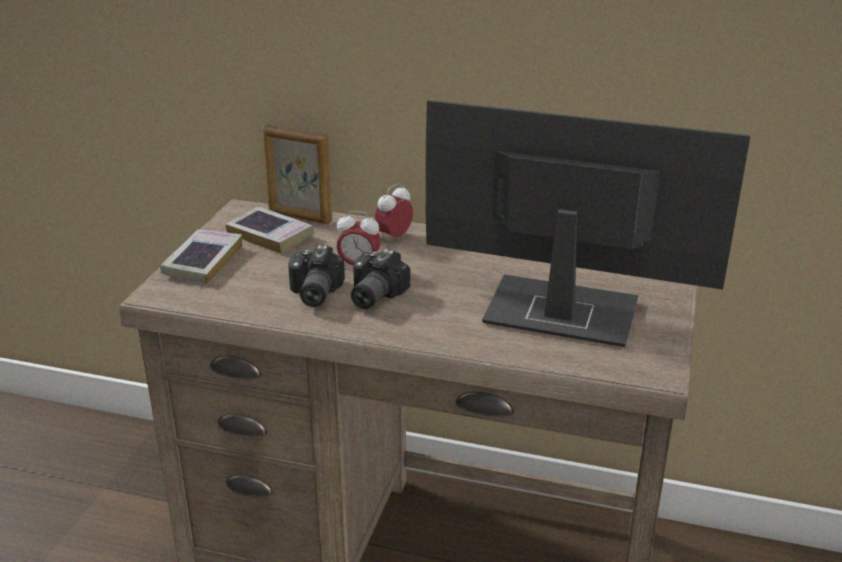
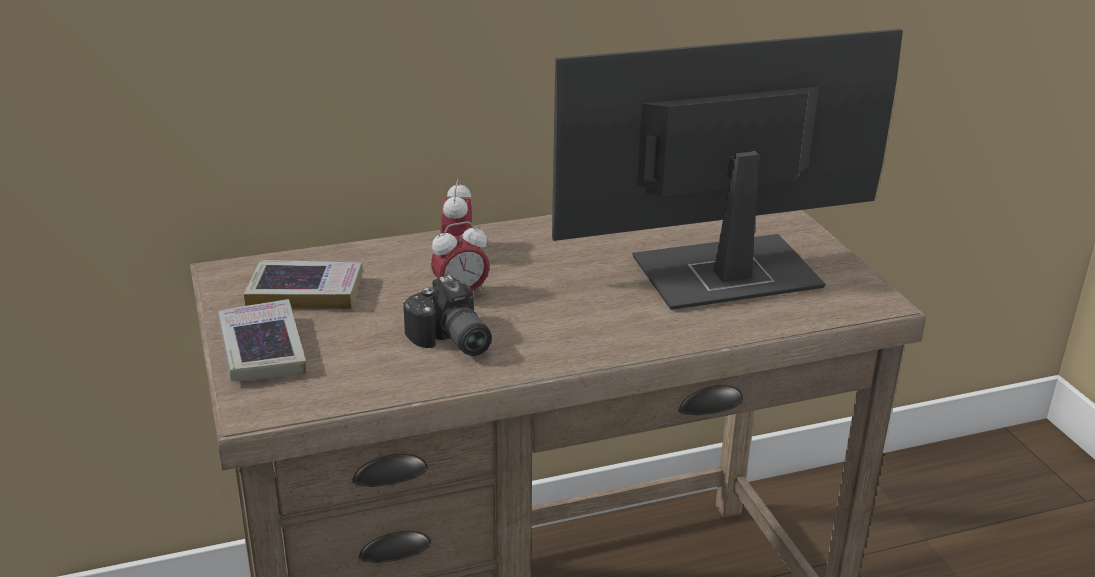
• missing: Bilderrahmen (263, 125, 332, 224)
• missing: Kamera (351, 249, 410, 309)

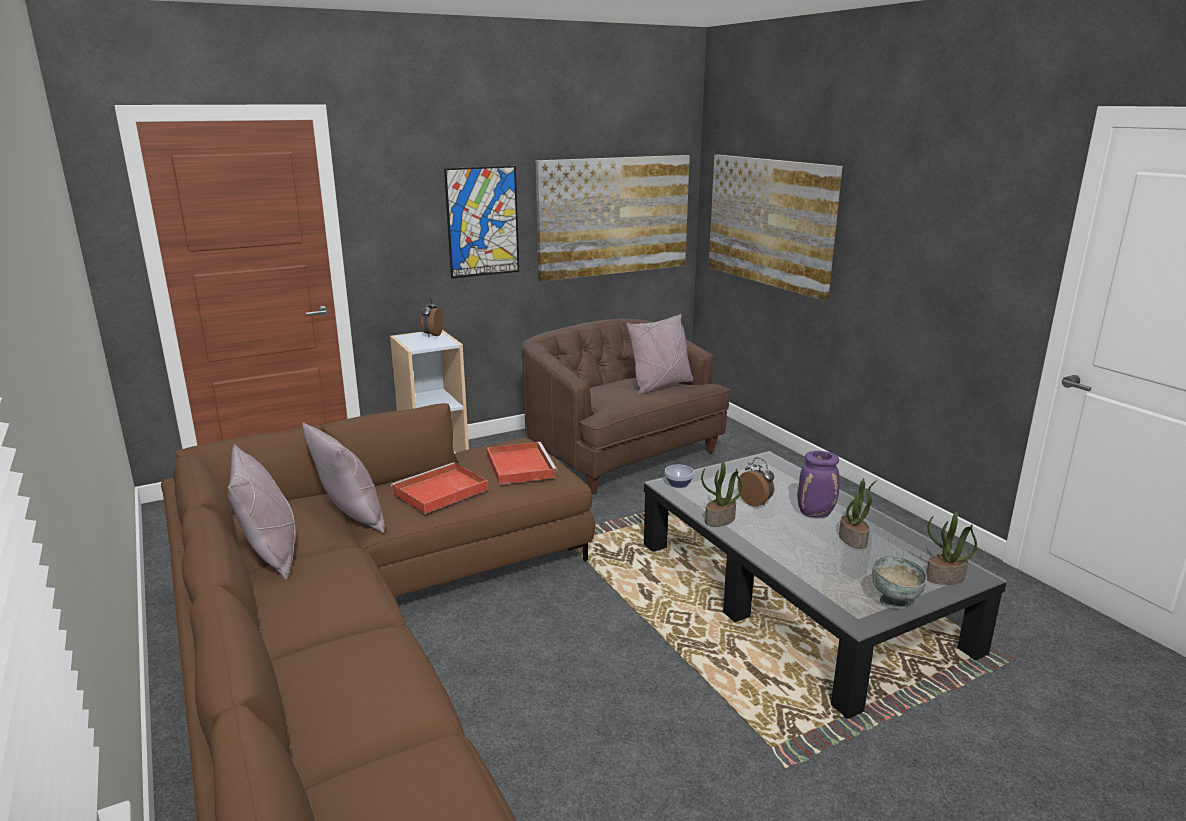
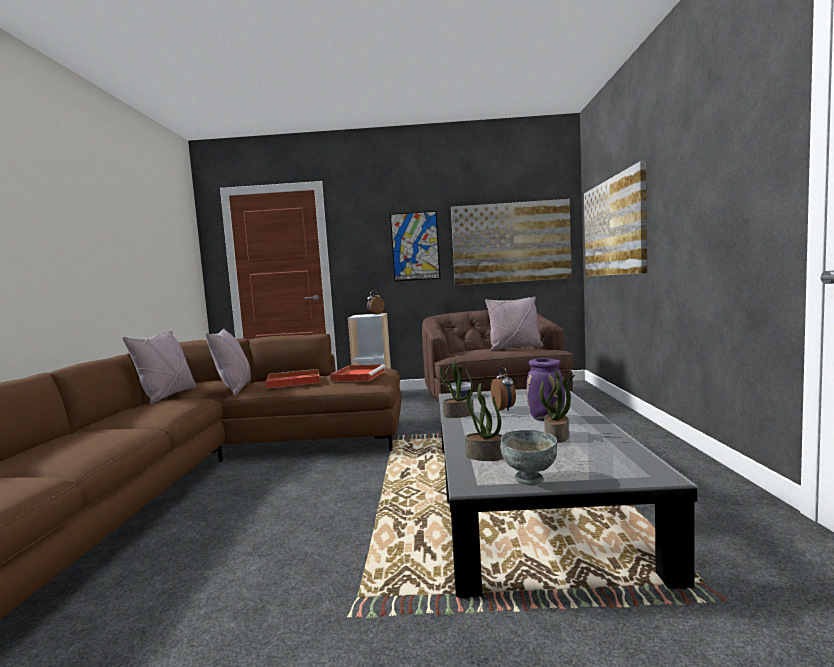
• relocated: Topfpflanze (926, 512, 977, 585) to (465, 383, 504, 461)

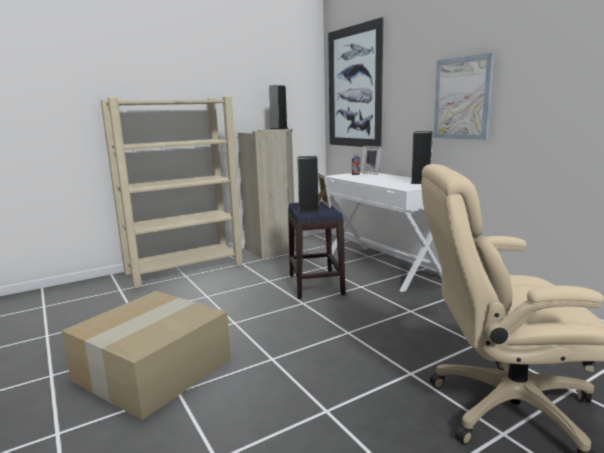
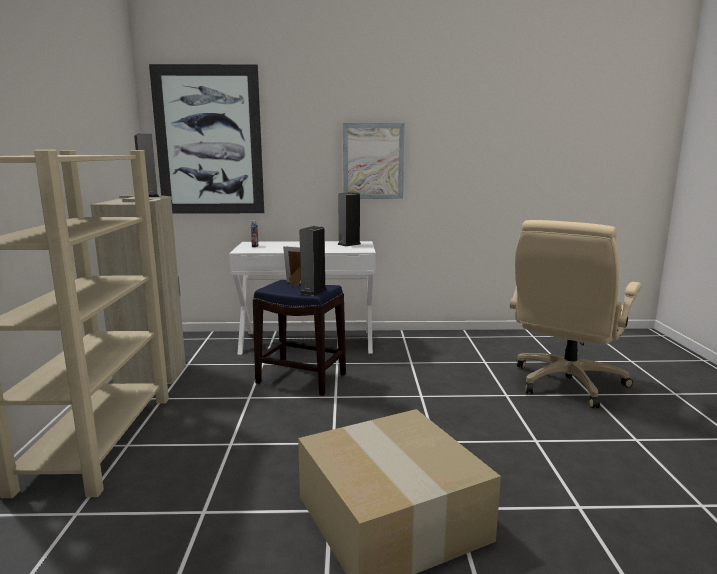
• missing: Bilderrahmen (361, 146, 381, 175)

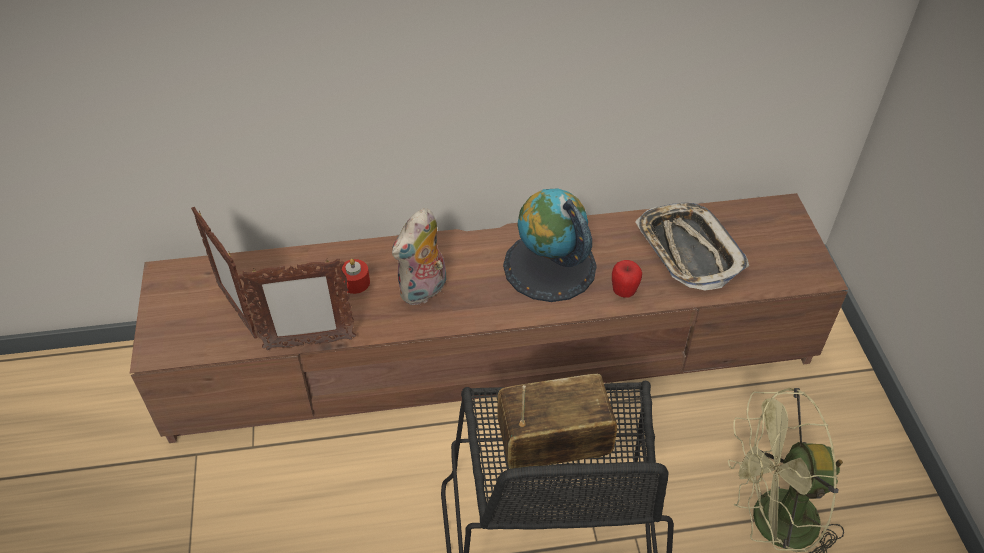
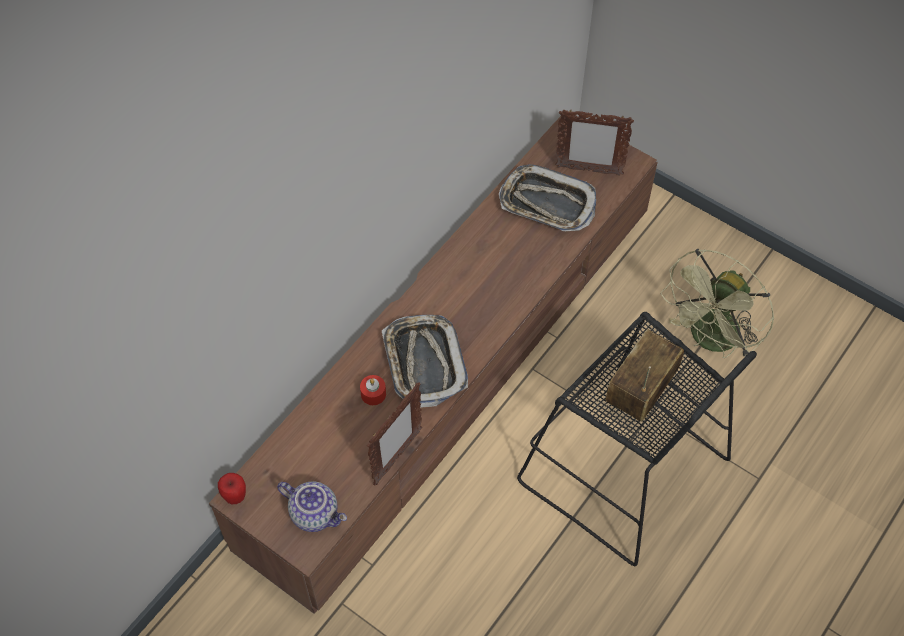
• relocated: Bilderrahmen (191, 207, 258, 339) to (555, 109, 634, 176)
• exchanged: Plüschtier (392, 208, 446, 305) to Tablett (382, 315, 468, 408)
• missing: Globus (503, 189, 597, 302)
• relocated: Apfel (612, 260, 642, 298) to (218, 473, 246, 504)
• appeared: Teekanne (277, 481, 347, 532)

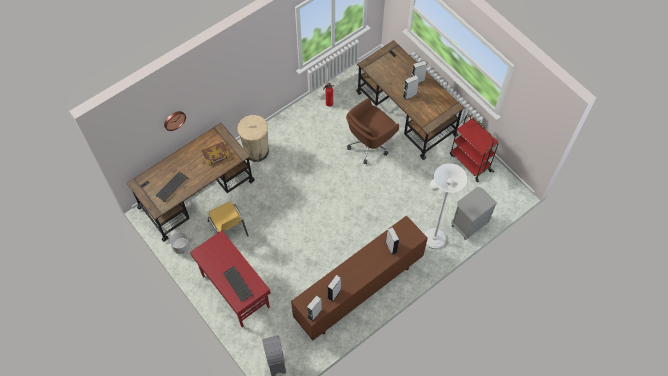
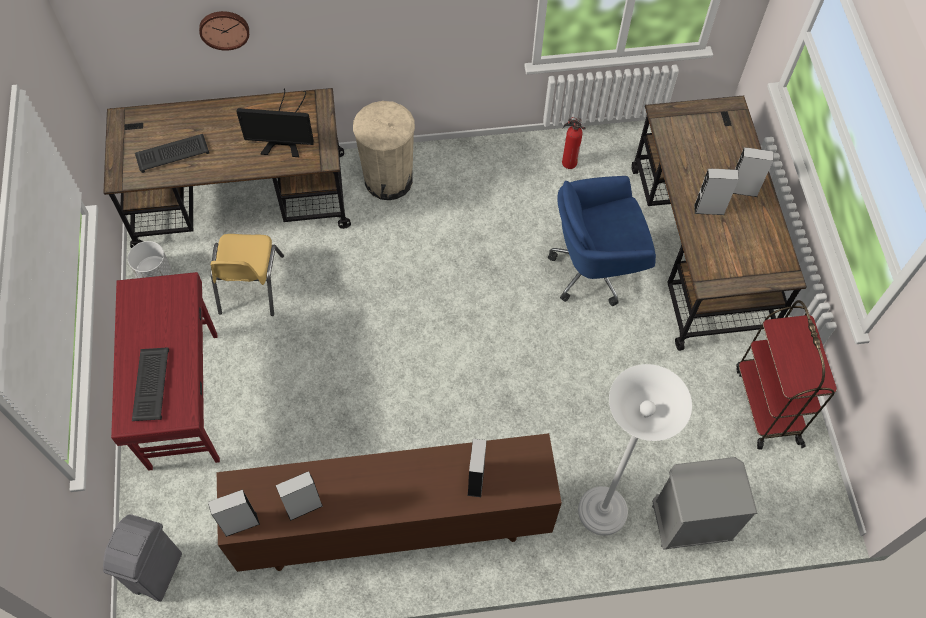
• exchanged: Buch (202, 142, 230, 166) to Monitor (236, 89, 314, 157)
• colour: Bürostuhl/braun (346, 98, 399, 164) to Bürostuhl/blau (548, 176, 656, 306)

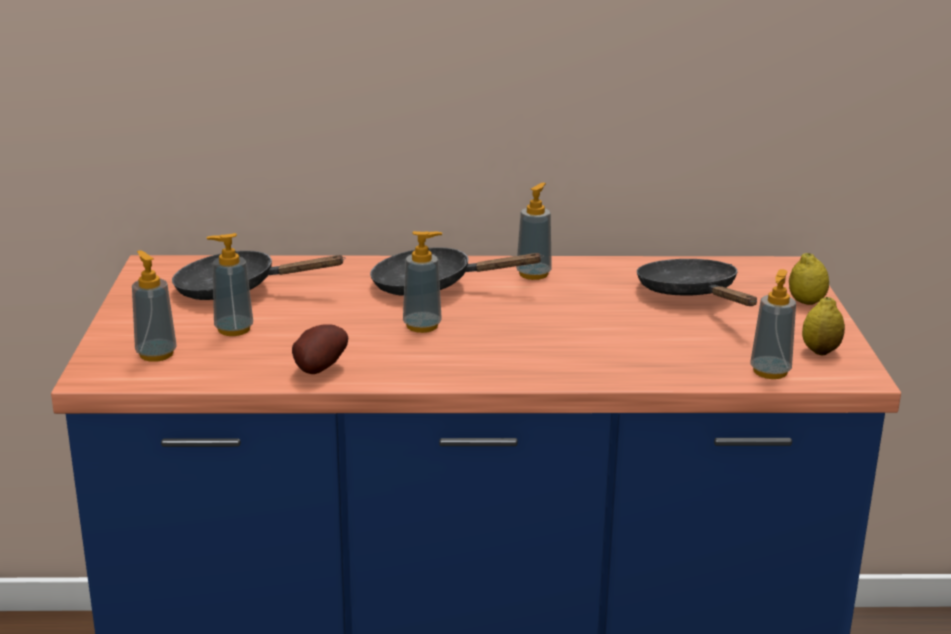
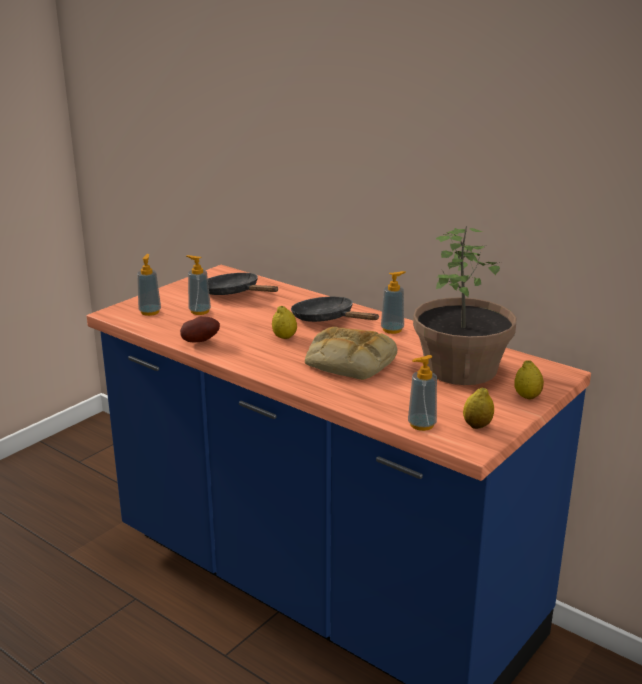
• exchanged: Seifenspender (403, 231, 442, 333) to Zitrone (272, 306, 297, 339)
• exchanged: Pfanne/schwarz (637, 259, 757, 306) to Topfpflanze (413, 226, 517, 385)
• appeared: Brot (305, 327, 397, 380)

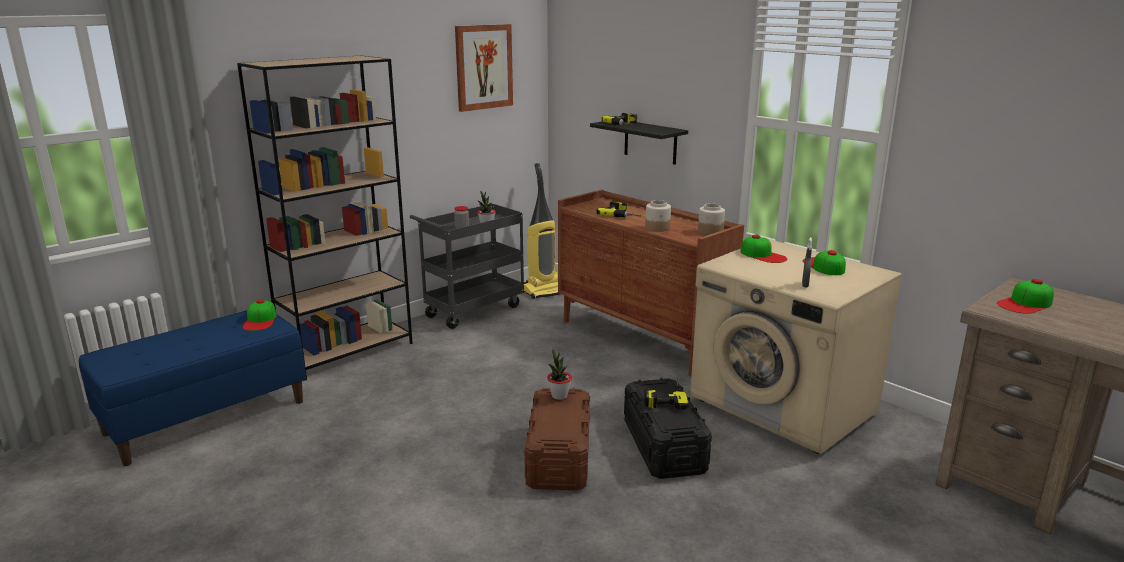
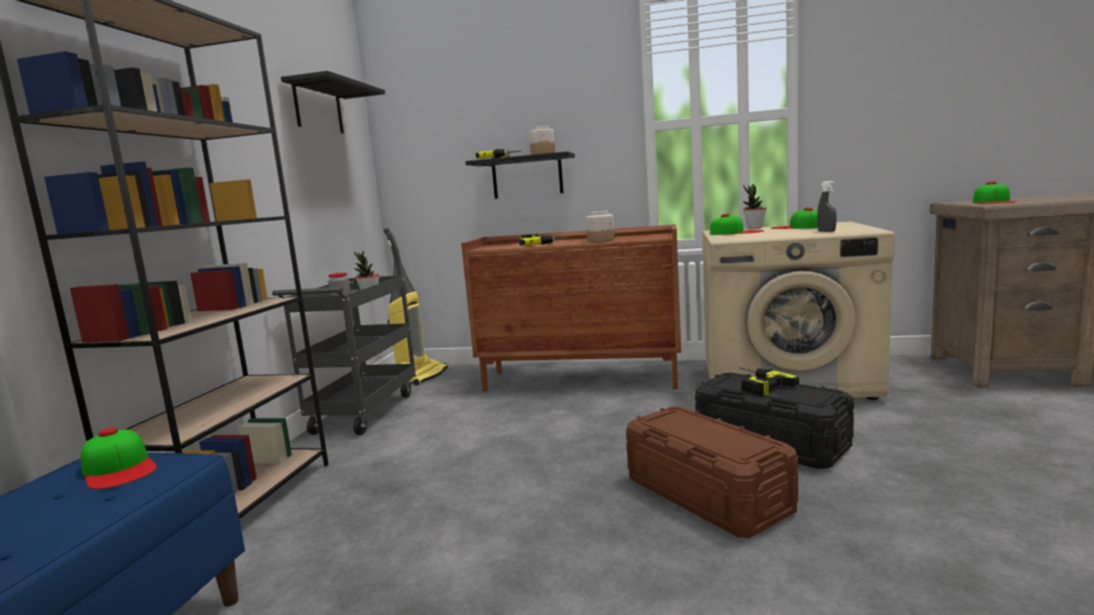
• exchanged: Bild (455, 24, 513, 112) to Wandregal/schwarz (281, 71, 385, 134)
• relocated: Topfpflanze (547, 349, 572, 400) to (743, 184, 767, 229)
• relocated: Vorratsglas (698, 203, 725, 235) to (529, 126, 555, 155)

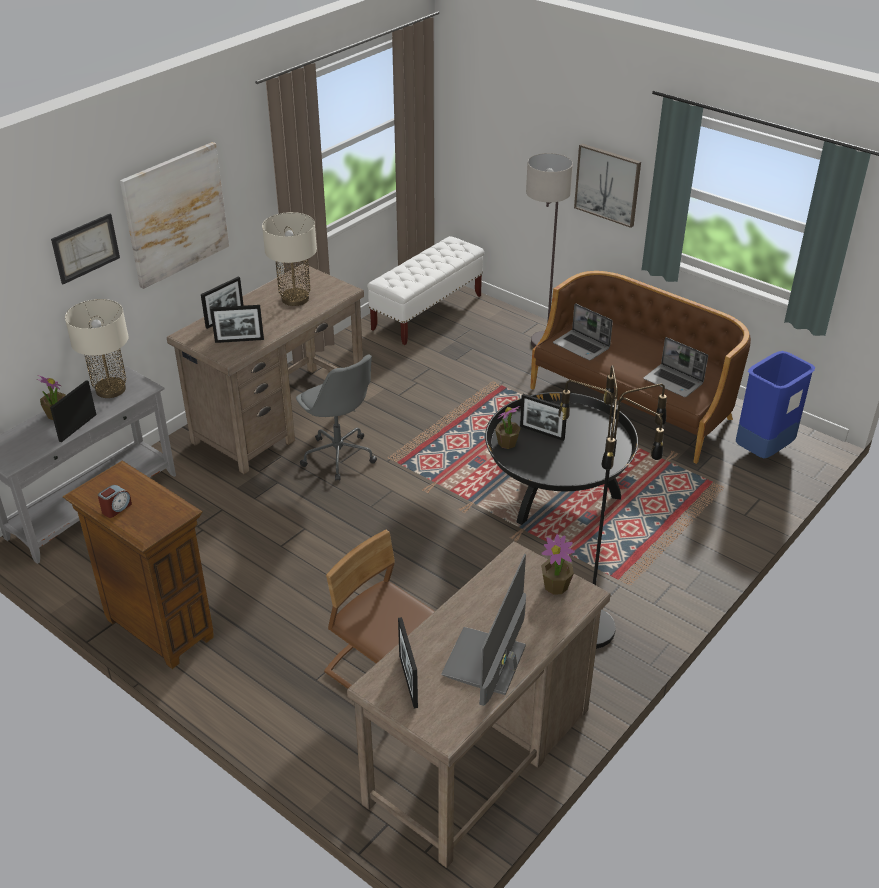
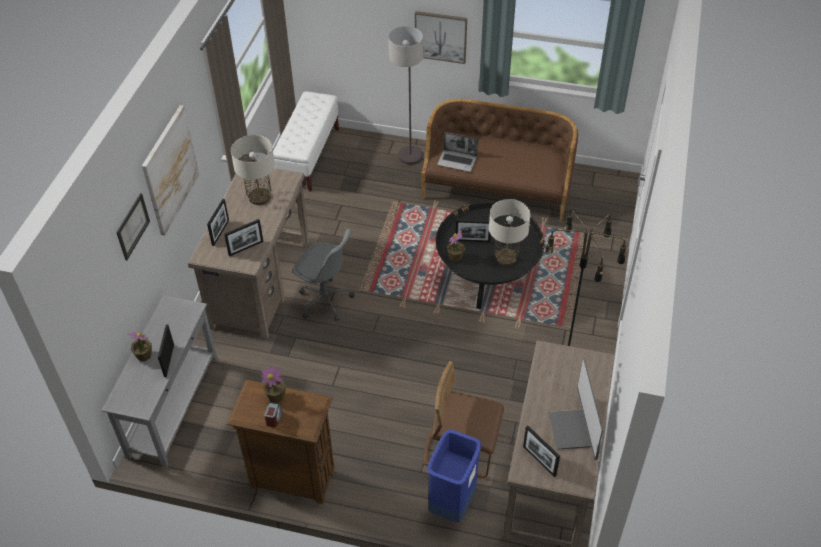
• relocated: Tischlampe (65, 299, 128, 398) to (489, 199, 531, 266)
• relocated: Topfpflanze (541, 534, 575, 595) to (261, 365, 286, 403)
• missing: Laptop (643, 337, 708, 397)
• relocated: Mülleimer/blau (736, 351, 816, 458) to (428, 430, 481, 522)

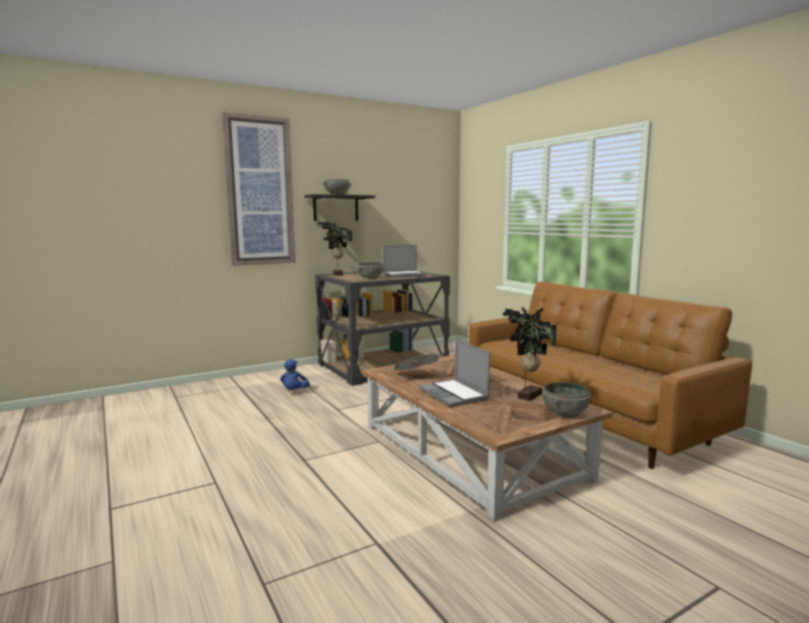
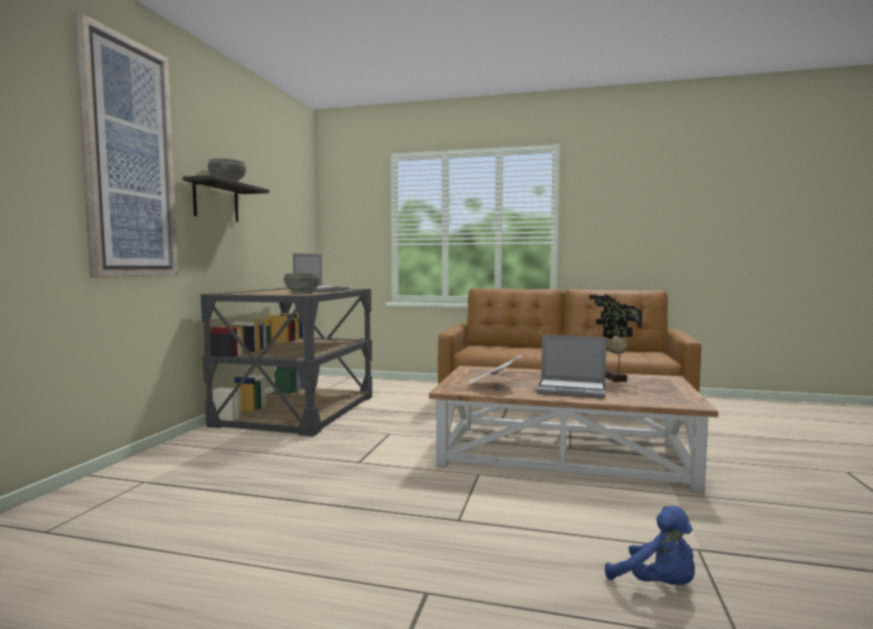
• relocated: Plüschtier/blau (280, 359, 310, 390) to (605, 505, 695, 585)
• missing: Topfpflanze (318, 222, 352, 276)
• missing: Schüssel/grau (542, 382, 591, 418)

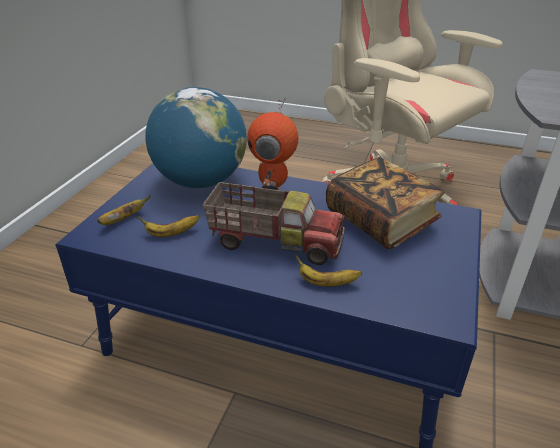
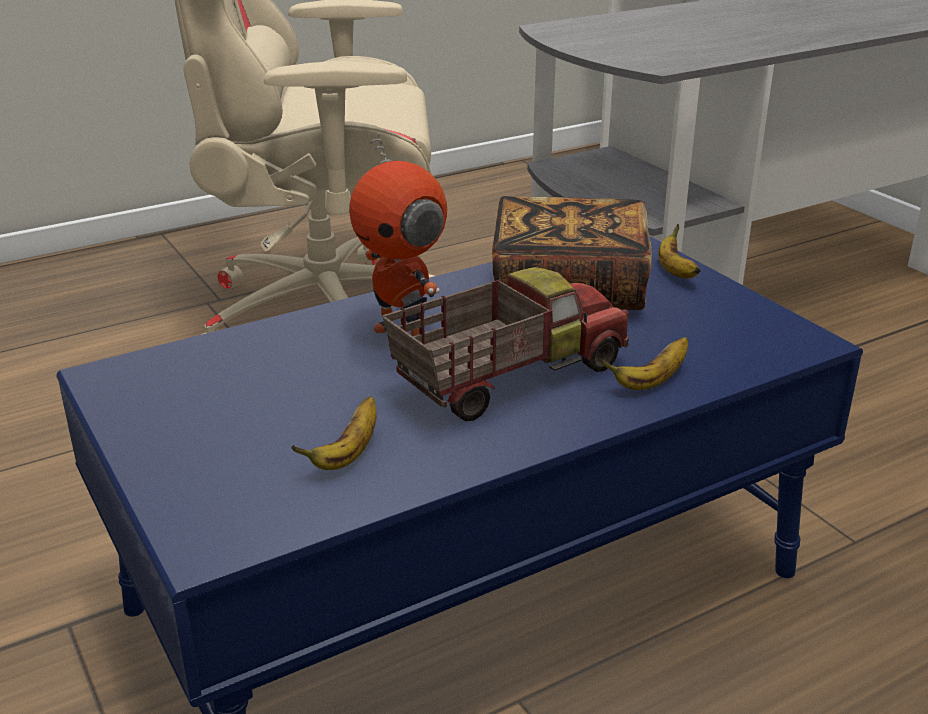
• relocated: Banane (97, 195, 151, 225) to (658, 224, 701, 279)
• missing: Globus (145, 87, 247, 188)

